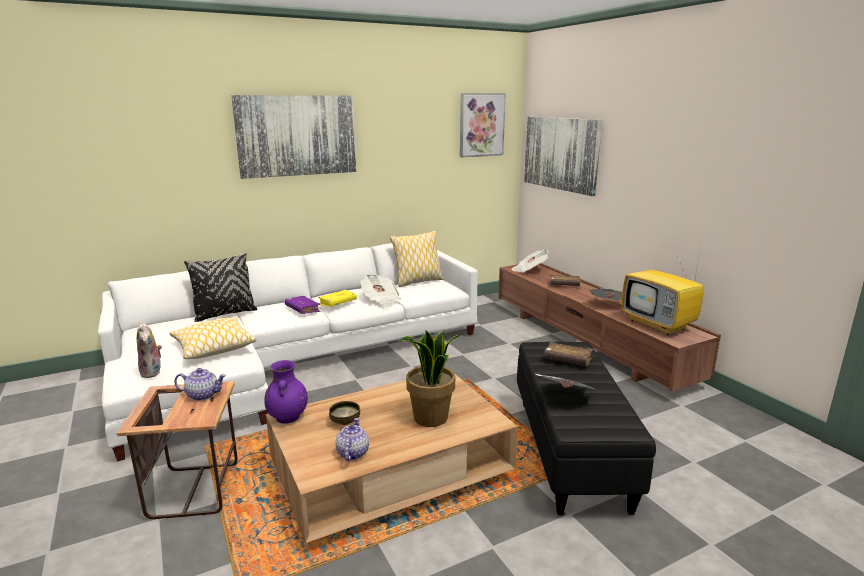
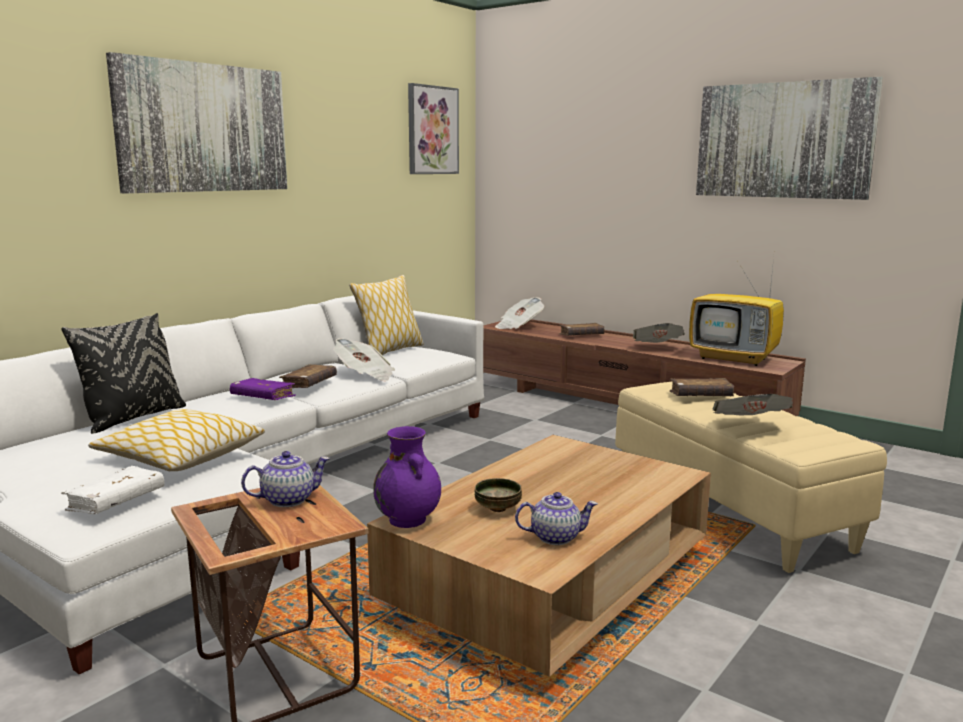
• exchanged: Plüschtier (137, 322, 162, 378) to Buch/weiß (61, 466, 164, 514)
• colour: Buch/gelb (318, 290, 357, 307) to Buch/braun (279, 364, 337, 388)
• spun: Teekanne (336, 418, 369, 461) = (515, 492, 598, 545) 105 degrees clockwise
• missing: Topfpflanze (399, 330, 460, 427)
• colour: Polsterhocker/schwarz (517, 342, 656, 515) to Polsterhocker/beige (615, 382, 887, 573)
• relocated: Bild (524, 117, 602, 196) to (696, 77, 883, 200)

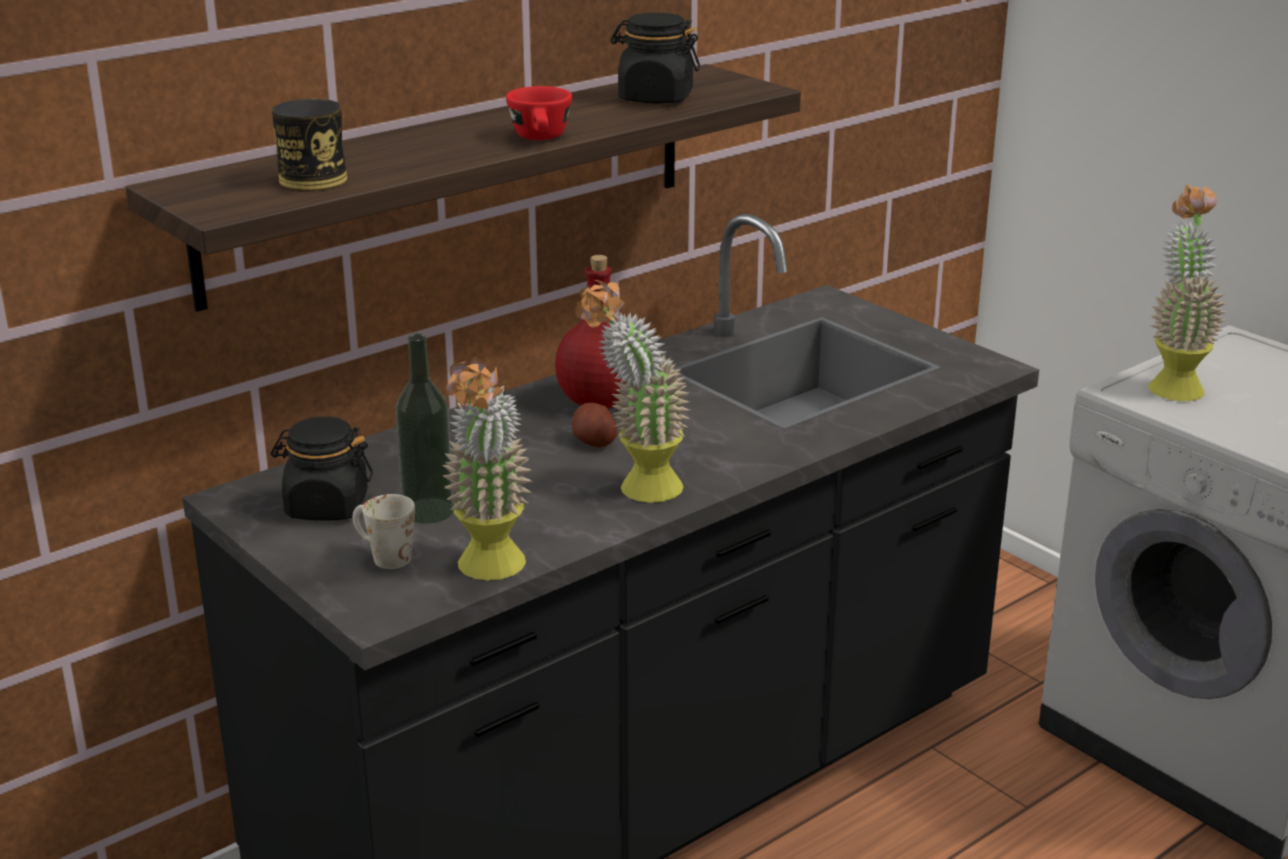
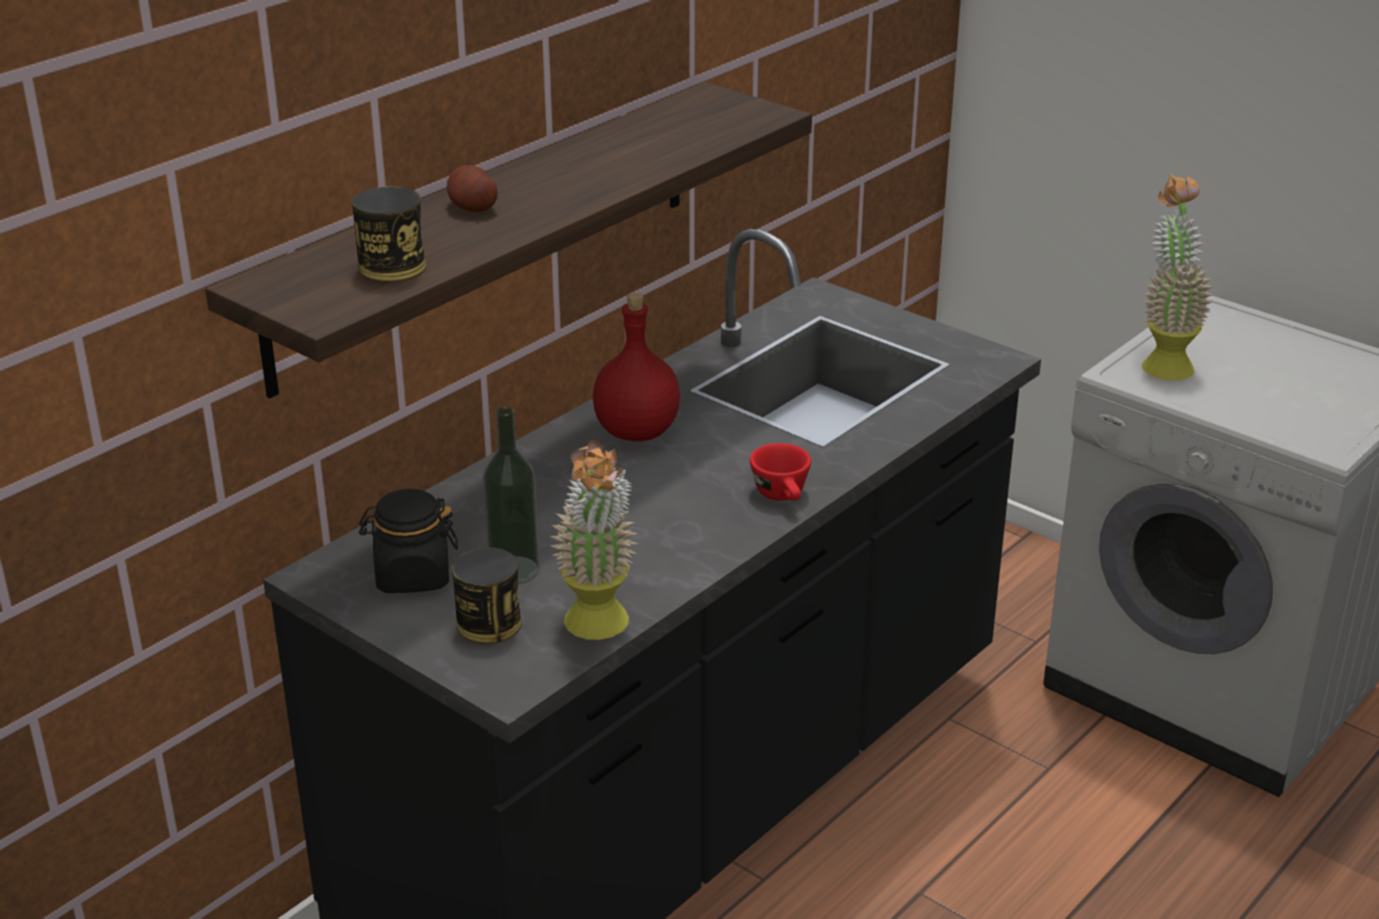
• exchanged: Henkelbecher/weiß (352, 494, 415, 569) to Dose (452, 547, 522, 644)
• relocated: Tasse/rot (506, 86, 572, 140) to (750, 443, 811, 500)
• relocated: Kartoffel (572, 402, 618, 447) to (447, 165, 498, 212)
• missing: Topfpflanze (575, 280, 690, 503)
• missing: Vorratsglas/schwarz (610, 12, 700, 104)

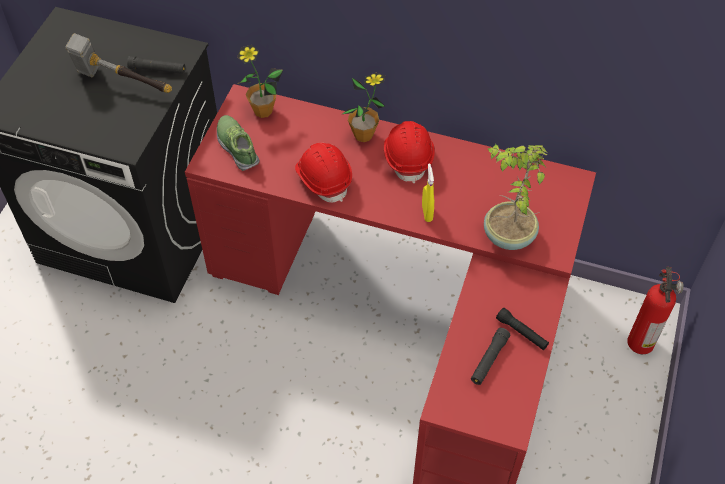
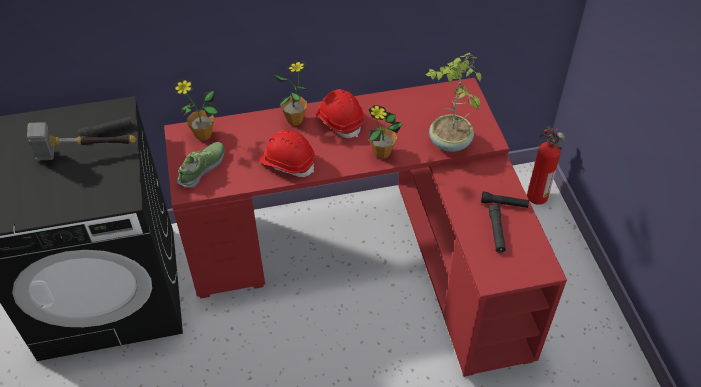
• spun: Schuh (217, 115, 260, 171) = (177, 142, 224, 188) 90 degrees clockwise
• exchanged: Sprühflasche/gelb (422, 163, 434, 222) to Topfpflanze (369, 105, 403, 159)

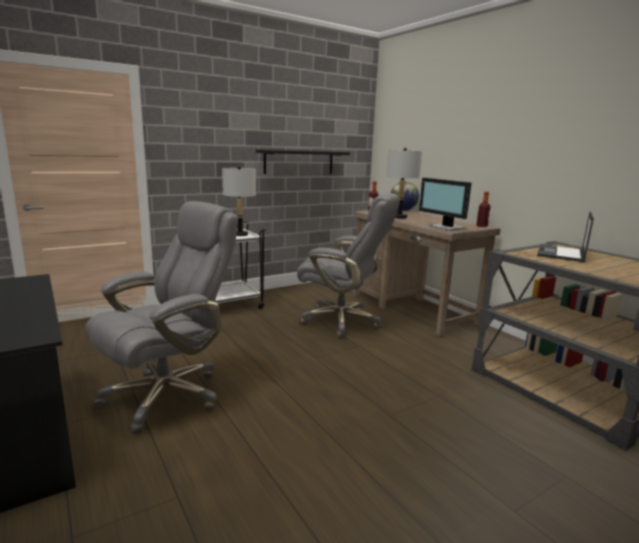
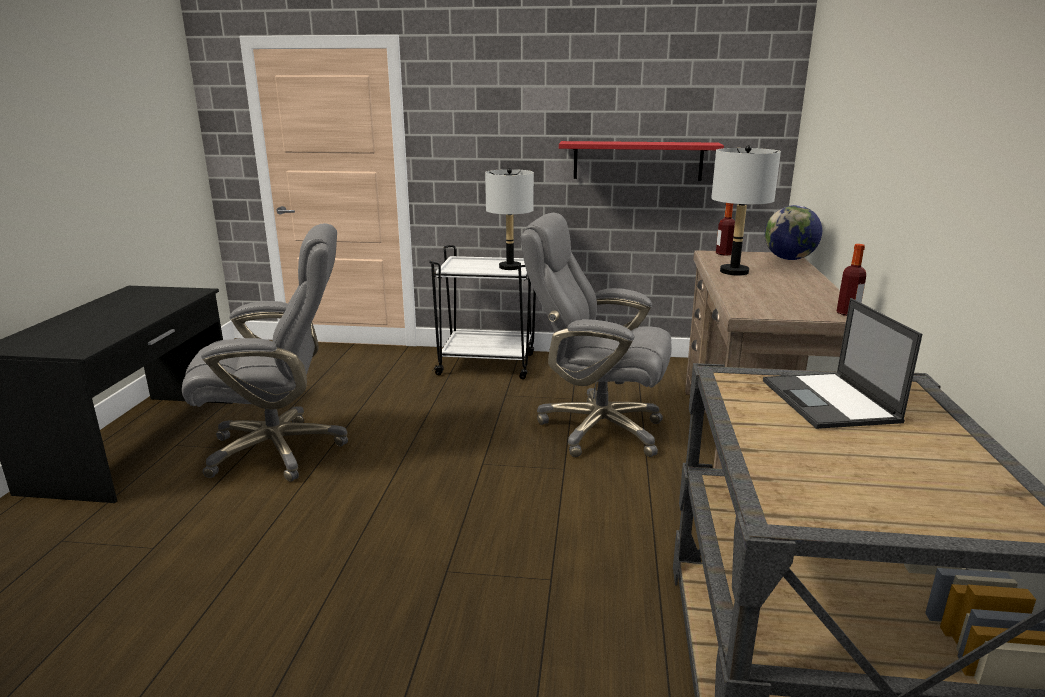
• colour: Wandregal/schwarz (256, 149, 350, 174) to Wandregal/rot (559, 141, 724, 181)
• spun: Bürostuhl/grau (297, 193, 400, 338) = (521, 213, 672, 457) 135 degrees clockwise
• missing: Monitor (419, 178, 472, 231)
• spun: Laptop (537, 211, 594, 262) = (763, 298, 922, 429) 75 degrees counterclockwise

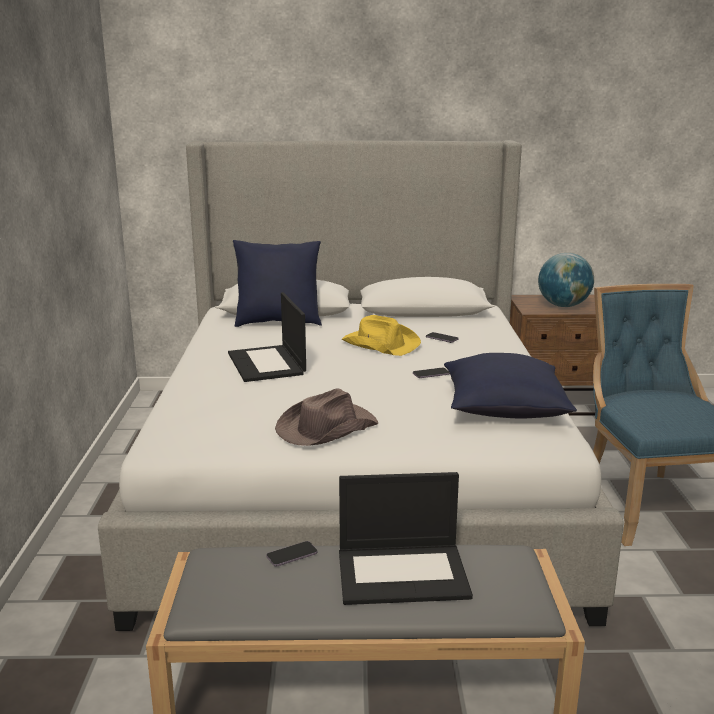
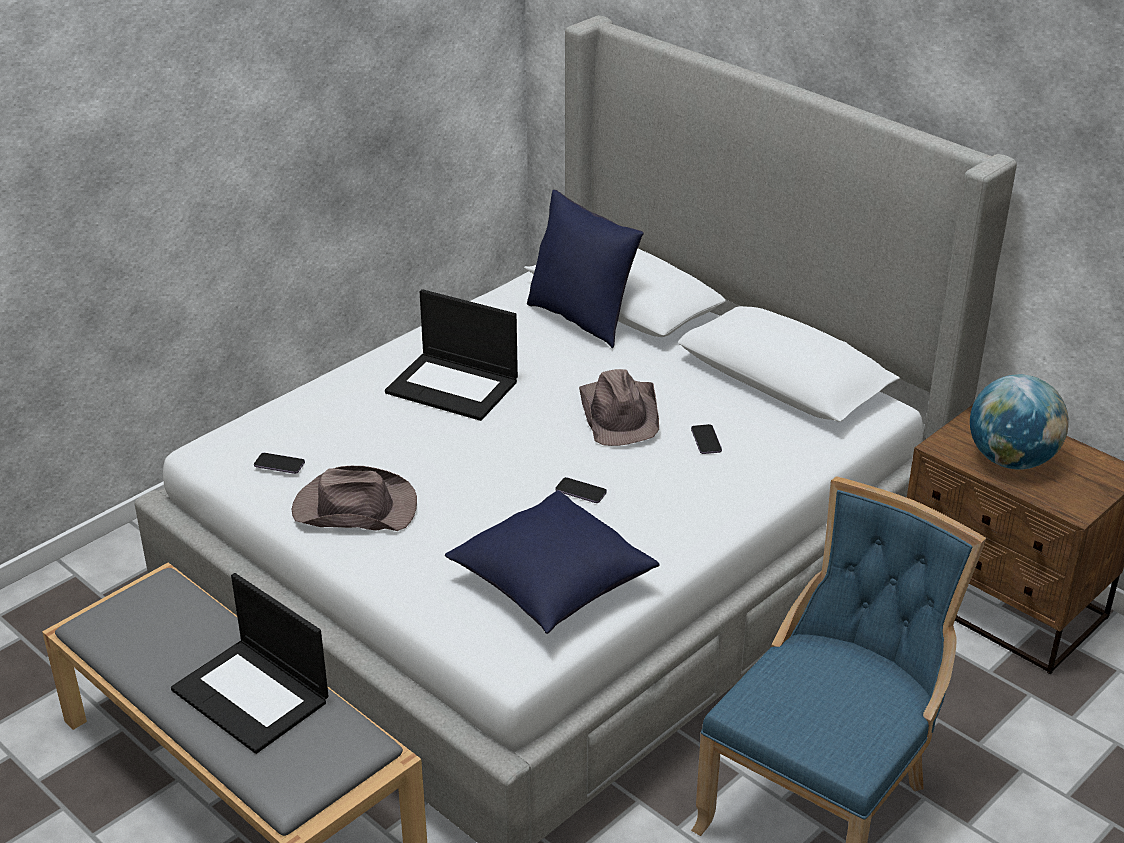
• spun: Laptop (228, 292, 306, 382) = (385, 289, 518, 421) 90 degrees counterclockwise
• relocated: Handy (266, 541, 317, 567) to (254, 453, 305, 474)
• colour: Hut/gelb (342, 315, 421, 356) to Hut/braun (579, 369, 659, 446)

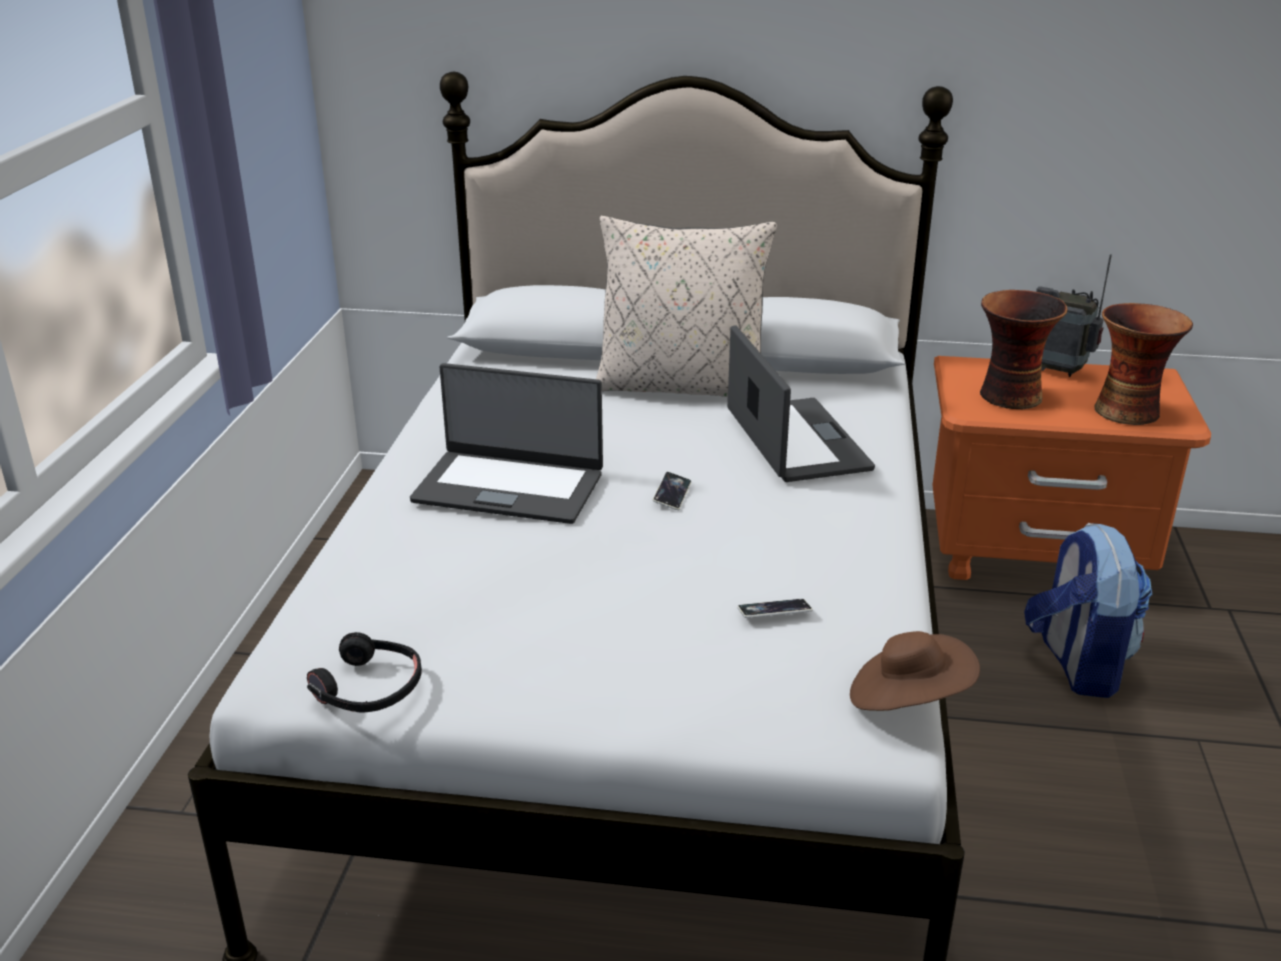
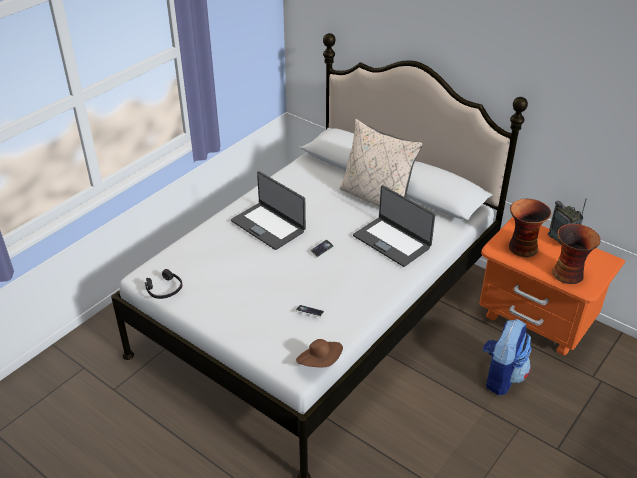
• spun: Laptop (728, 325, 875, 482) = (353, 185, 435, 267) 120 degrees clockwise

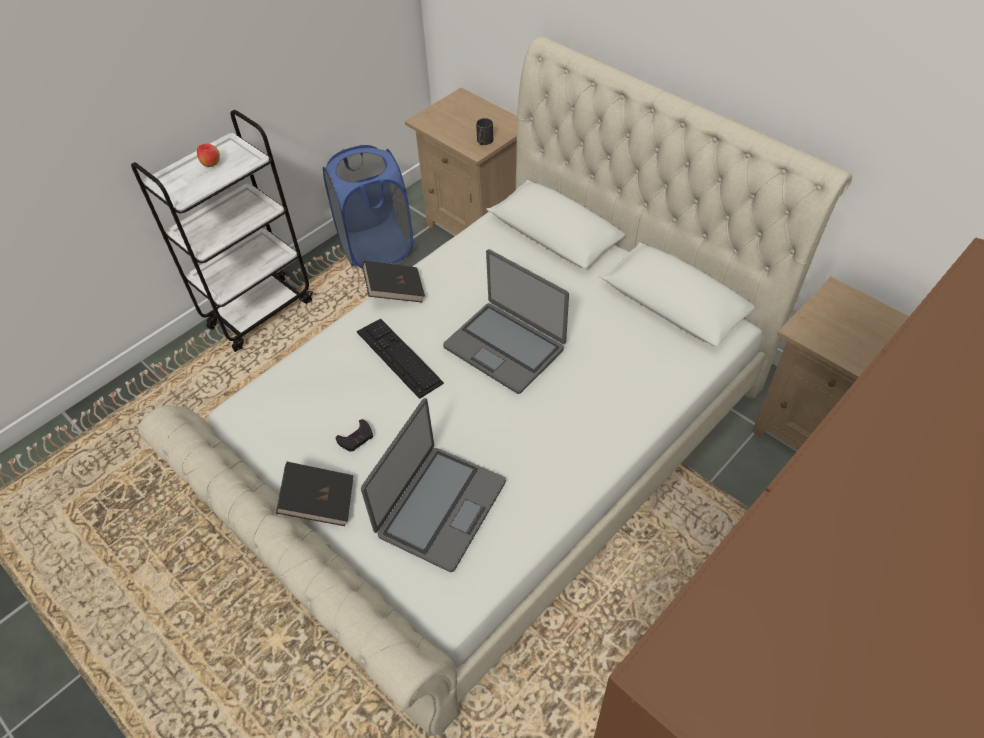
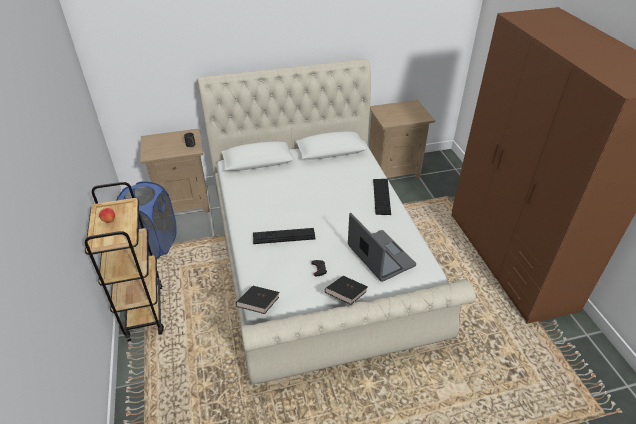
• colour: Rollwagen/weiß (131, 110, 314, 352) to Rollwagen/braun (85, 182, 164, 341)
• relocated: Buch/schwarz (362, 261, 425, 302) to (236, 286, 280, 314)
• missing: Laptop (443, 249, 569, 394)
• appeared: Tastatur (373, 179, 391, 215)

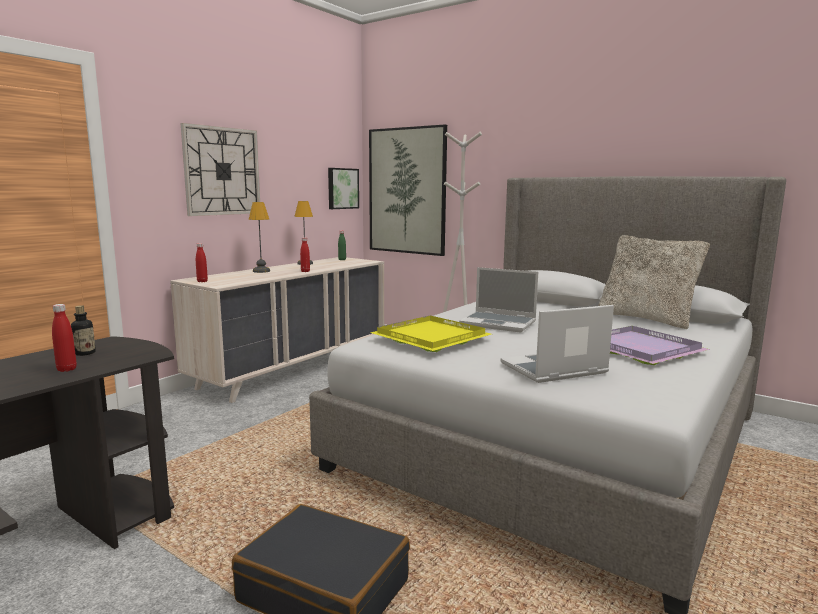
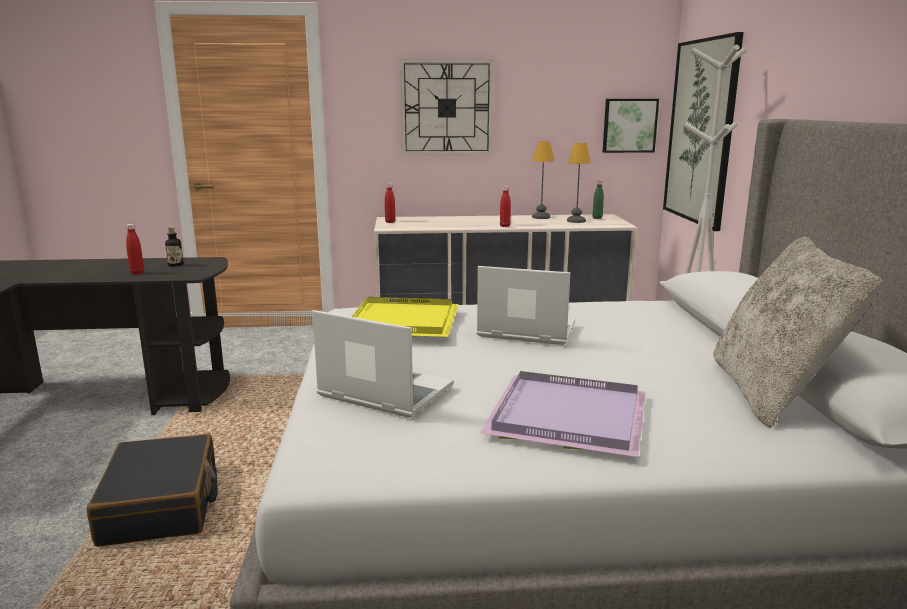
• relocated: Tischlampe (249, 202, 270, 273) to (567, 143, 591, 223)
• spun: Laptop (459, 267, 538, 333) = (477, 266, 575, 345) 120 degrees clockwise

